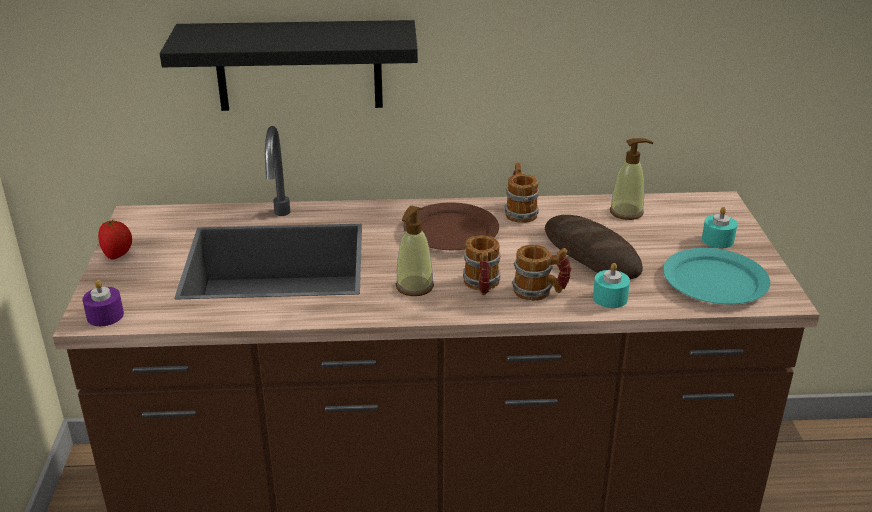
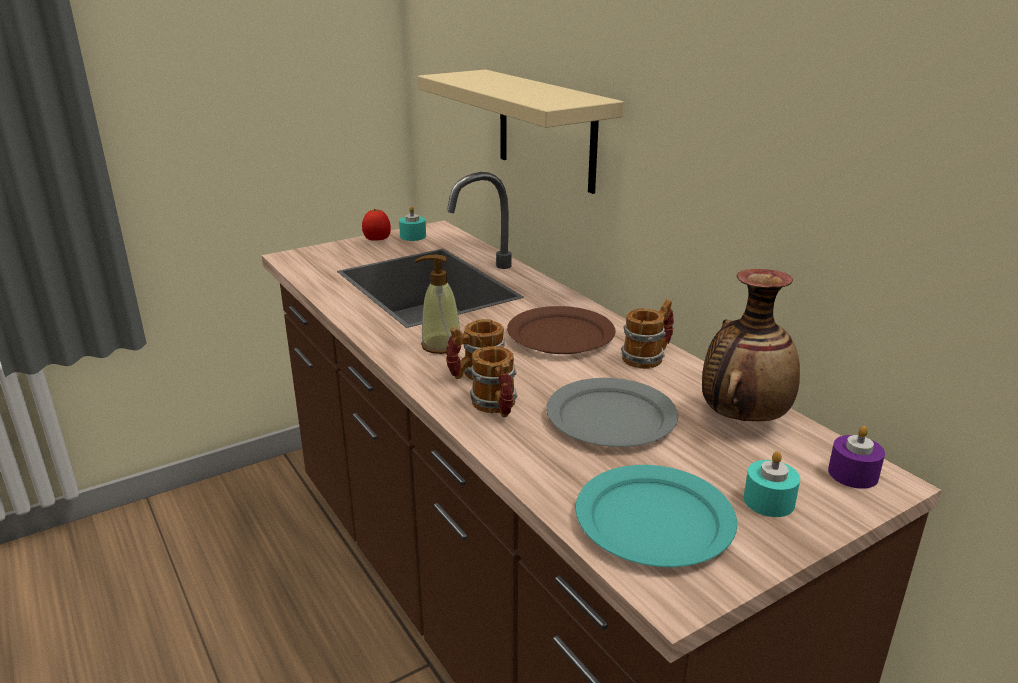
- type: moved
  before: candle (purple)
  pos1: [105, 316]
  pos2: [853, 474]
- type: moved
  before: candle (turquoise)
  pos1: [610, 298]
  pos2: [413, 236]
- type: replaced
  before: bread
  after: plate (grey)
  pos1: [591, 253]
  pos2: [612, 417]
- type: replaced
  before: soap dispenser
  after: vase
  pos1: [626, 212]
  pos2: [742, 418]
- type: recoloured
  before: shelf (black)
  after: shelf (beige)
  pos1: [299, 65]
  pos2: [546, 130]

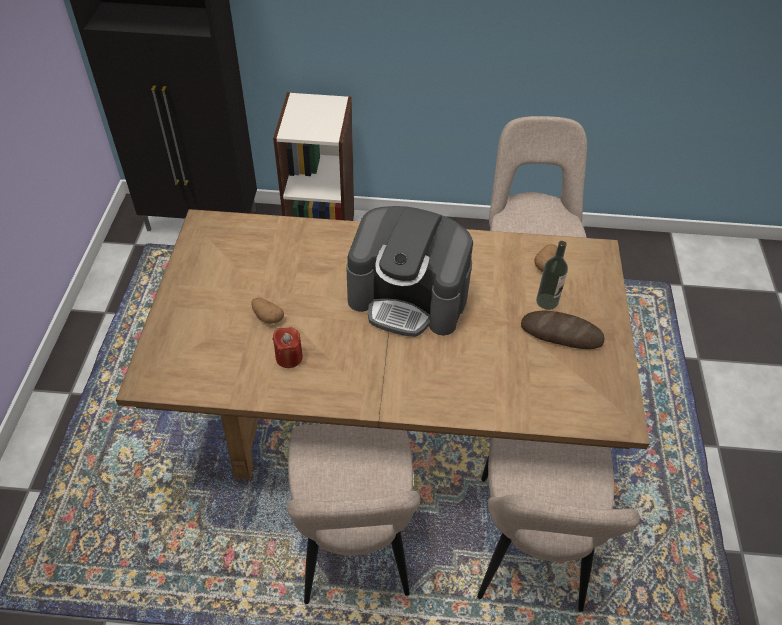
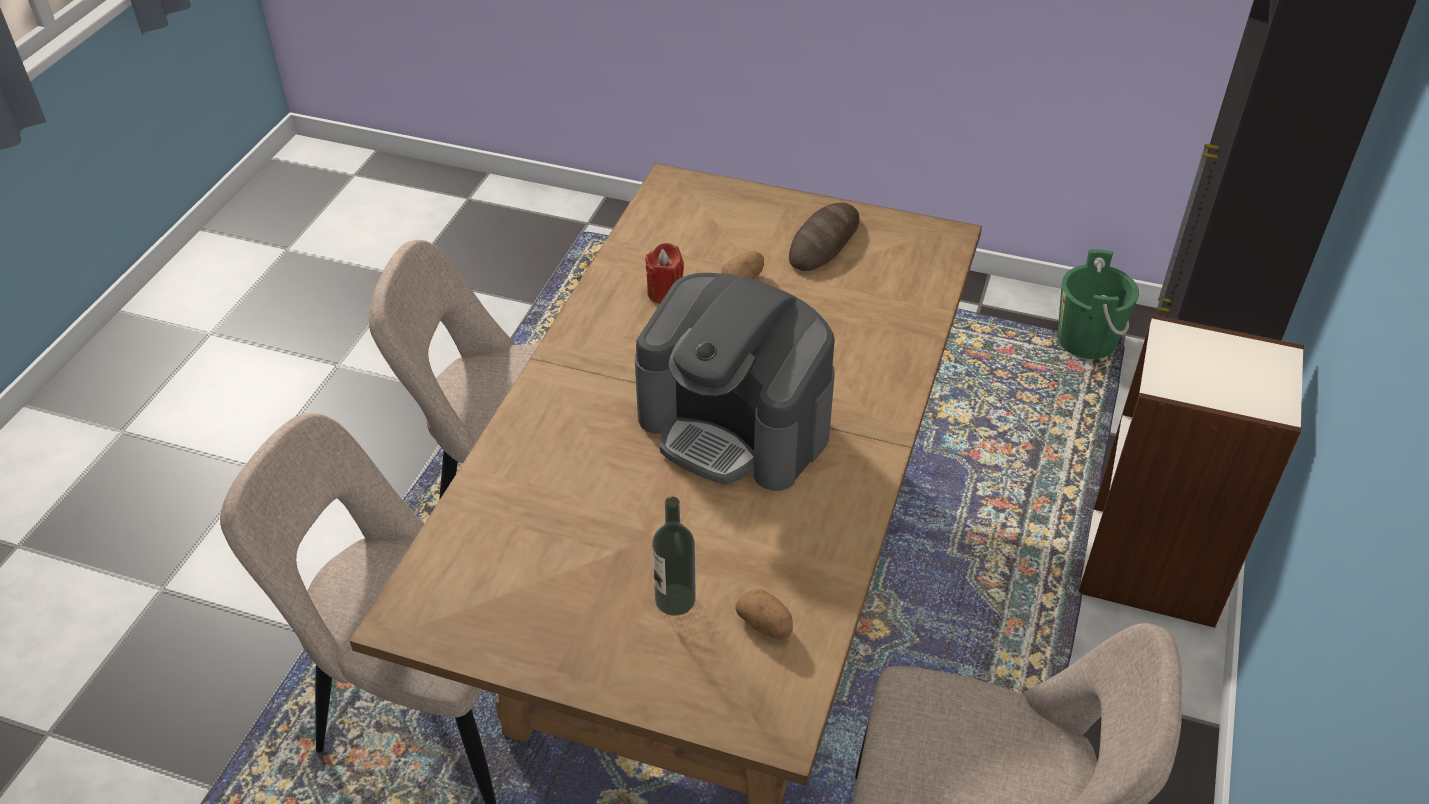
- type: added
  after: bucket (green)
  pos2: [1086, 340]
- type: moved
  before: bread
  pos1: [561, 334]
  pos2: [824, 242]
- type: turned
  before: coffee machine
  pos1: [409, 298]
  pos2: [736, 425]
  turn: -90

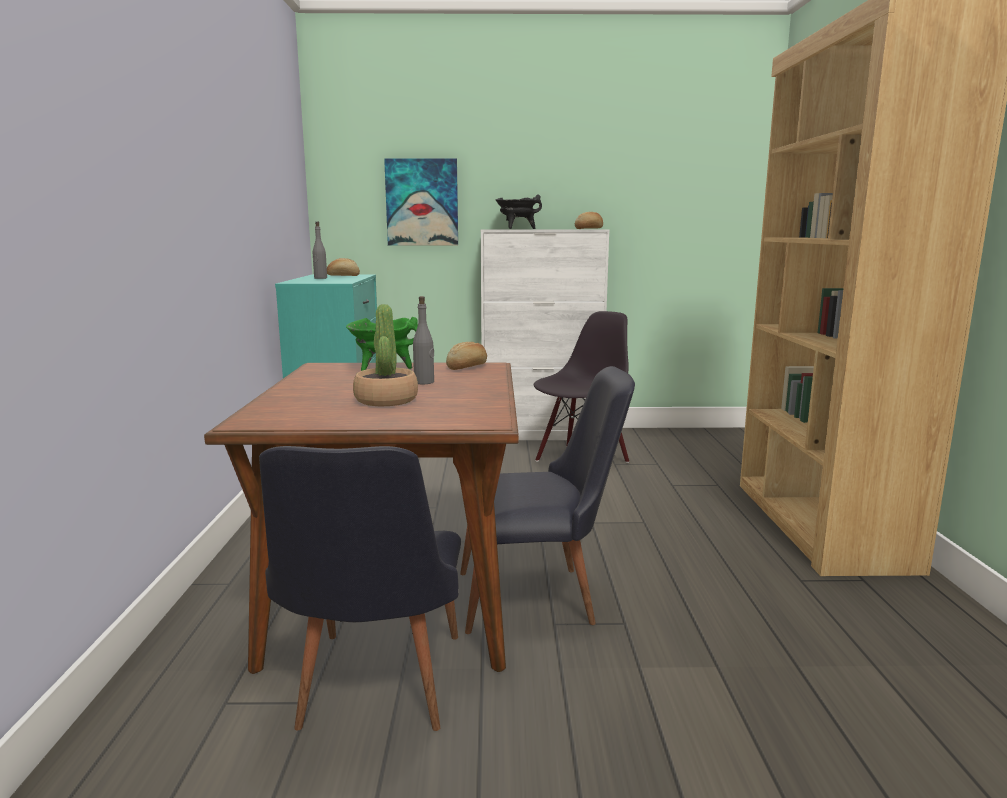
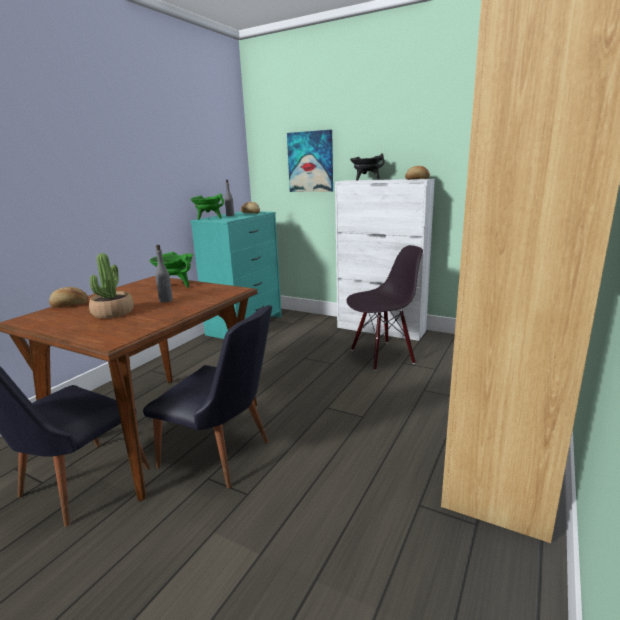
- type: added
  after: cooking pot (green)
  pos2: [208, 218]
- type: moved
  before: bread
  pos1: [468, 367]
  pos2: [70, 305]

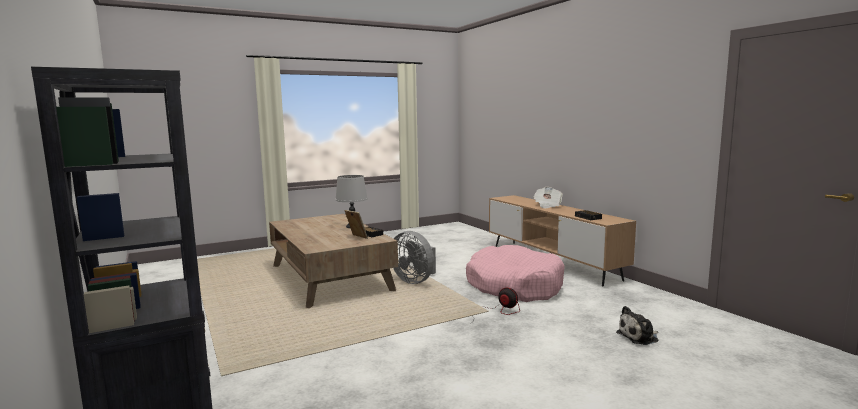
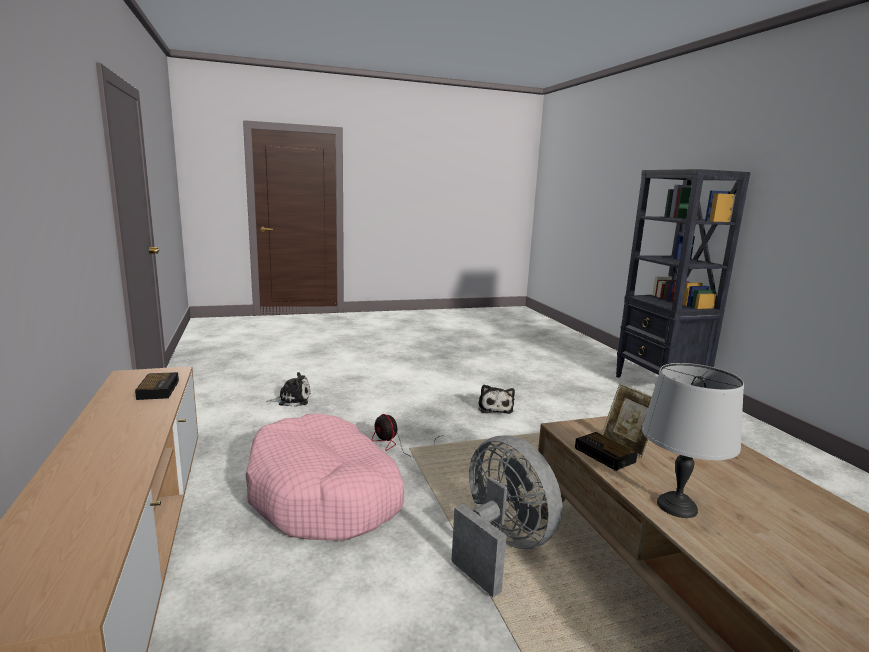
- type: removed
  before: newspaper
  pos1: [547, 205]
- type: added
  after: plush toy
  pos2: [495, 408]

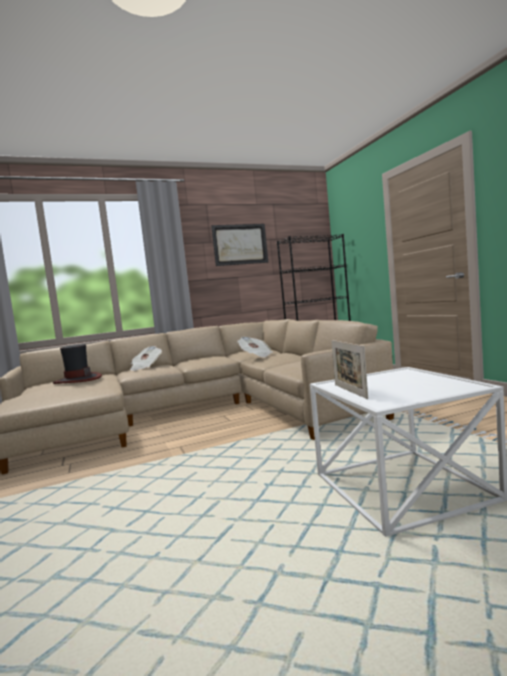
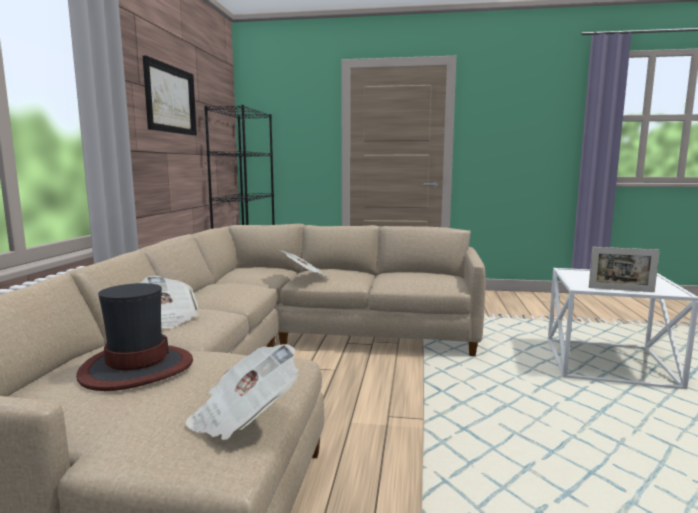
- type: added
  after: newspaper
  pos2: [244, 416]

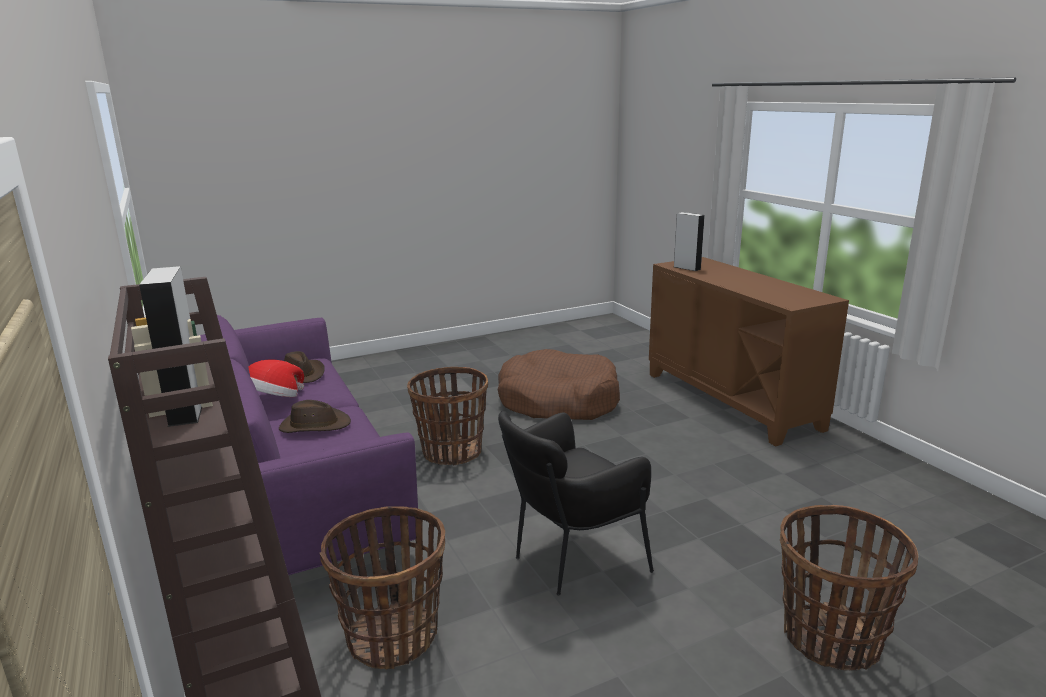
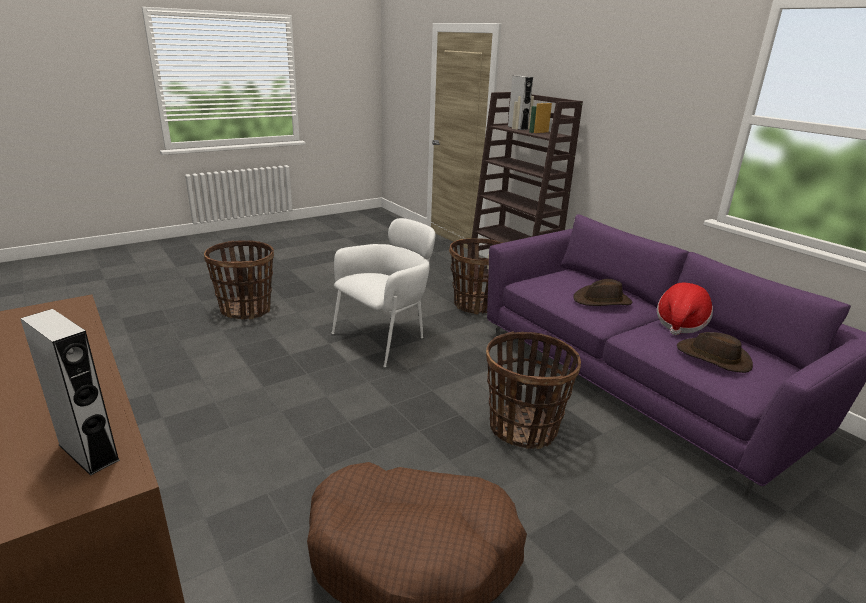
- type: recoloured
  before: armchair (black)
  after: armchair (white)
  pos1: [570, 560]
  pos2: [386, 338]

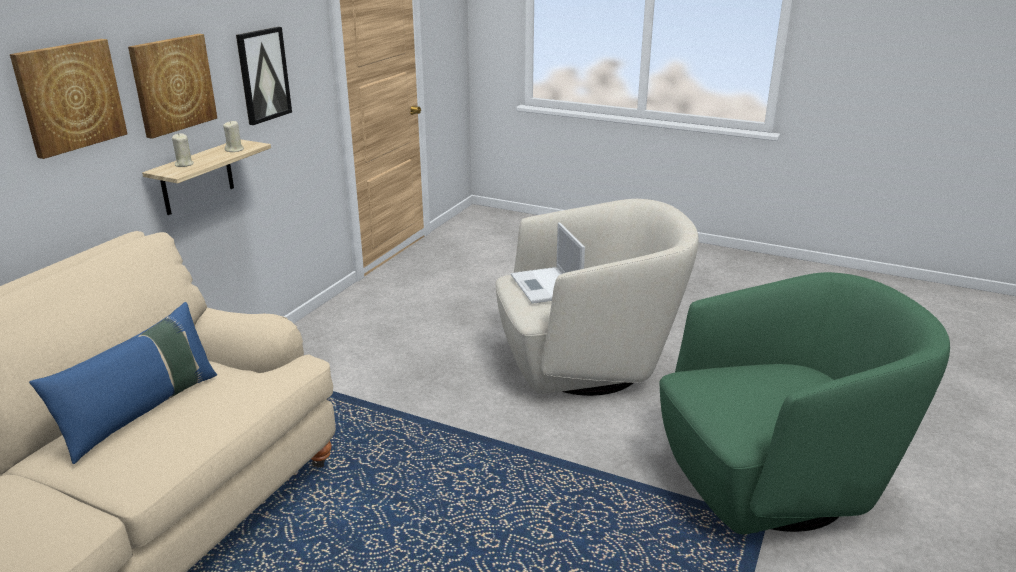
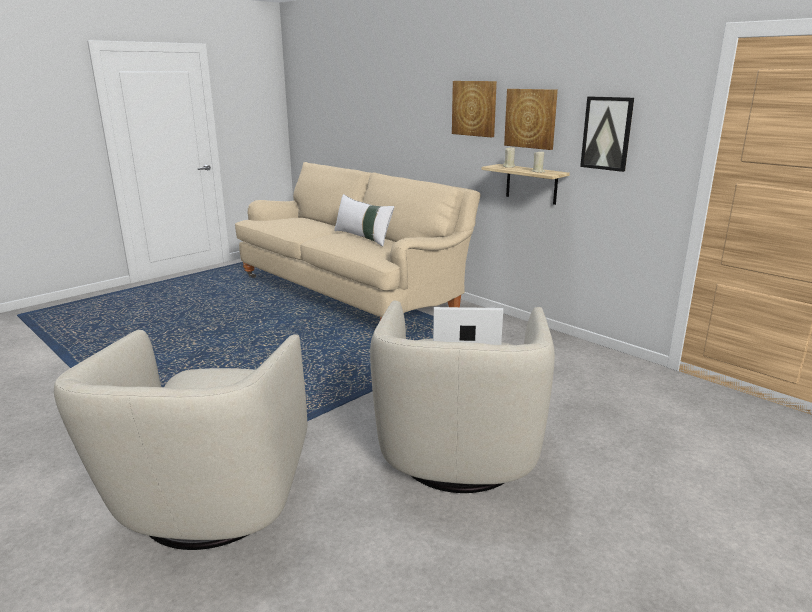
- type: recoloured
  before: pillow (blue)
  after: pillow (white)
  pos1: [142, 411]
  pos2: [363, 237]
- type: recoloured
  before: armchair (green)
  after: armchair (beige)
  pos1: [775, 481]
  pos2: [211, 504]

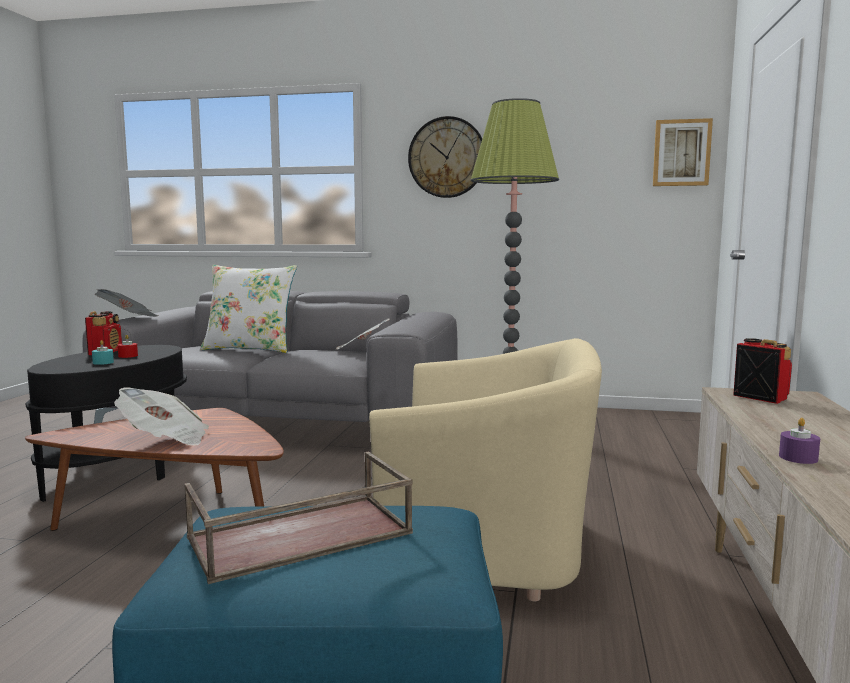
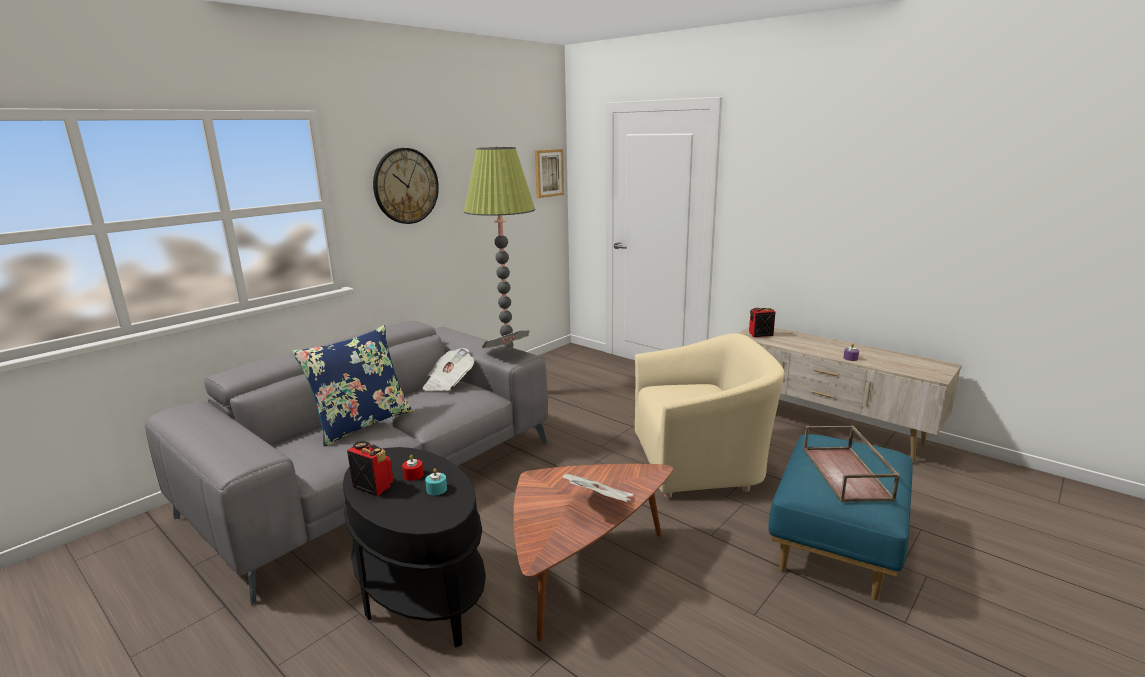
- type: moved
  before: newspaper
  pos1: [128, 319]
  pos2: [506, 352]
- type: recoloured
  before: pillow (white)
  after: pillow (blue)
  pos1: [250, 349]
  pos2: [361, 423]
- type: turned
  before: armchair (beige)
  pos1: [487, 544]
  pos2: [699, 461]
  turn: 45

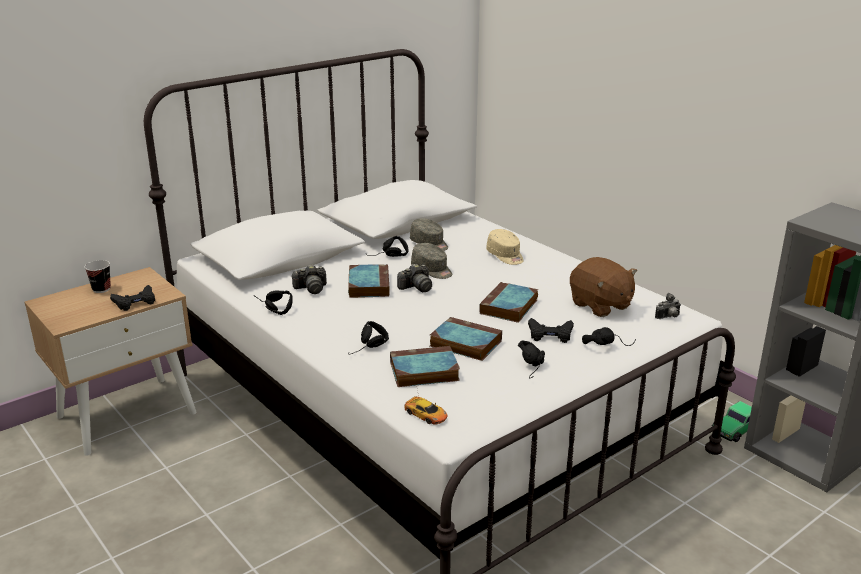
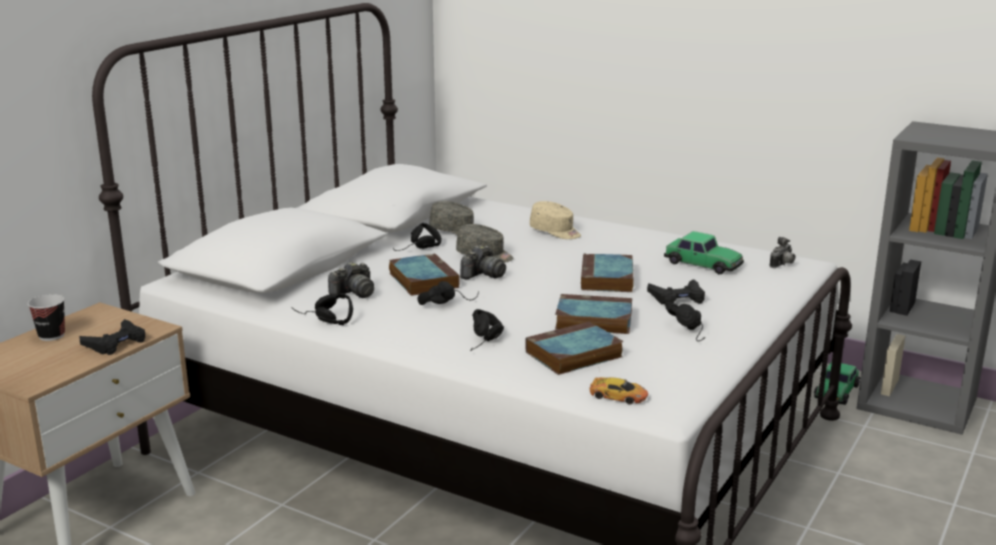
- type: moved
  before: headphones (black)
  pos1: [606, 344]
  pos2: [446, 302]
- type: replaced
  before: plush toy (brown)
  after: toy car
  pos1: [600, 305]
  pos2: [703, 264]

